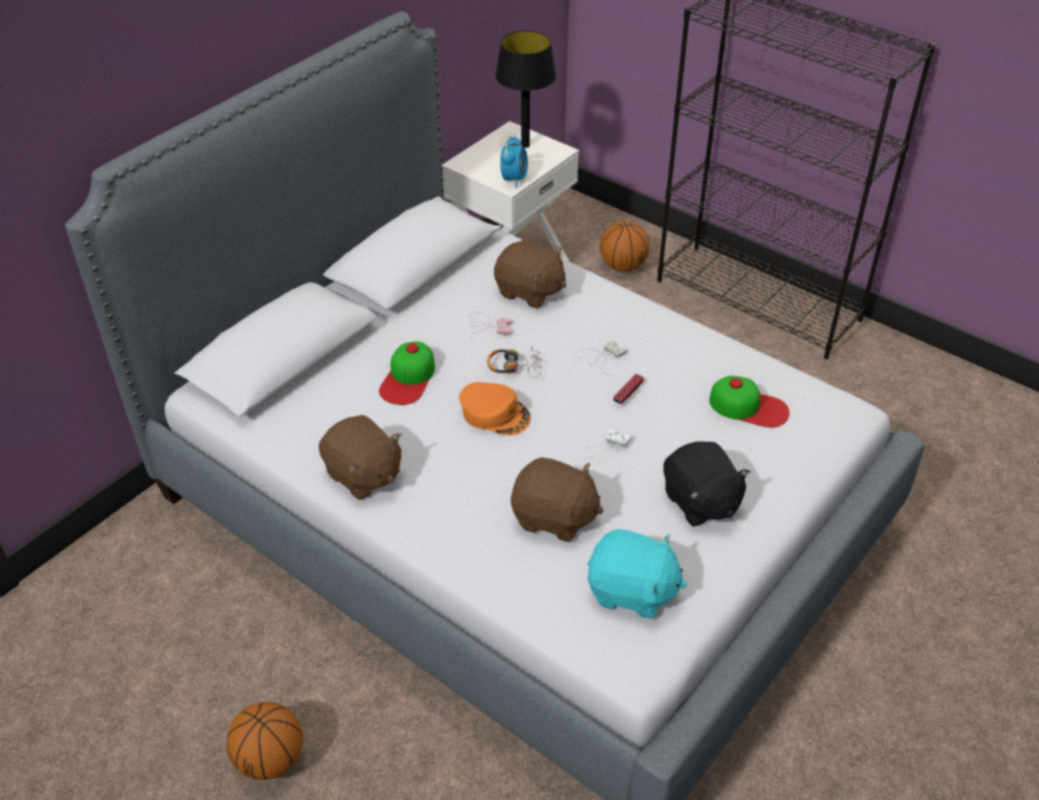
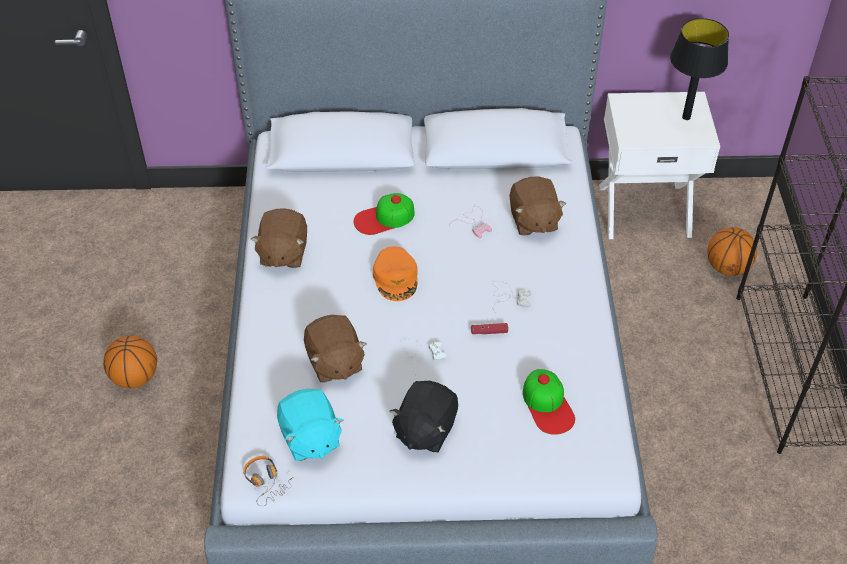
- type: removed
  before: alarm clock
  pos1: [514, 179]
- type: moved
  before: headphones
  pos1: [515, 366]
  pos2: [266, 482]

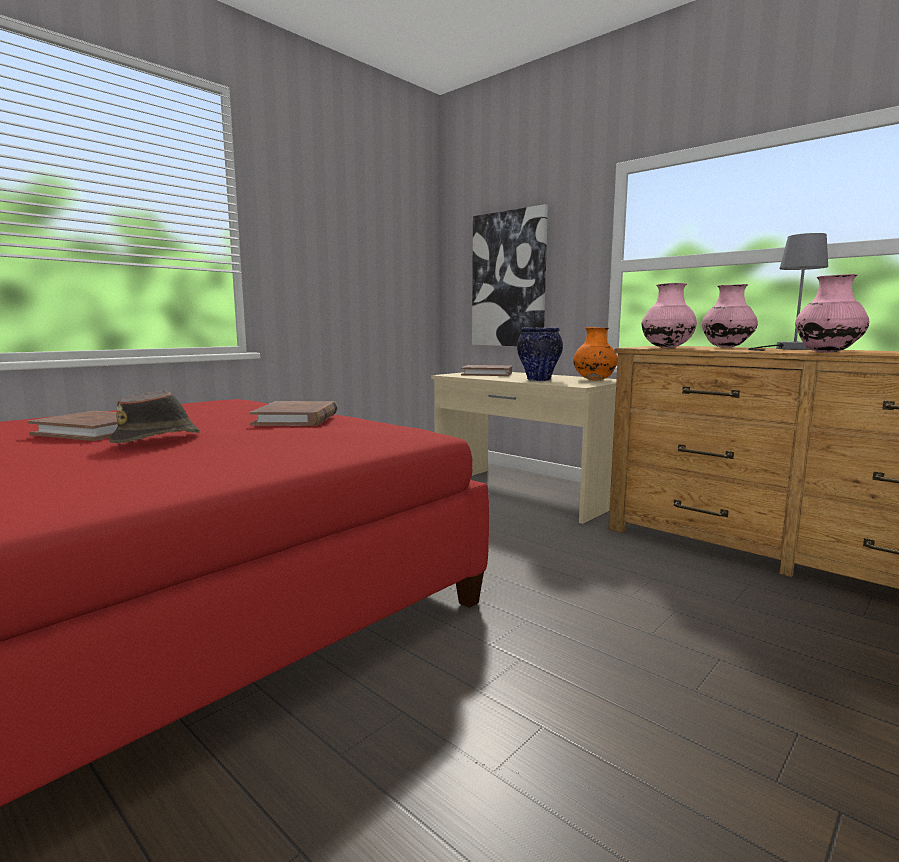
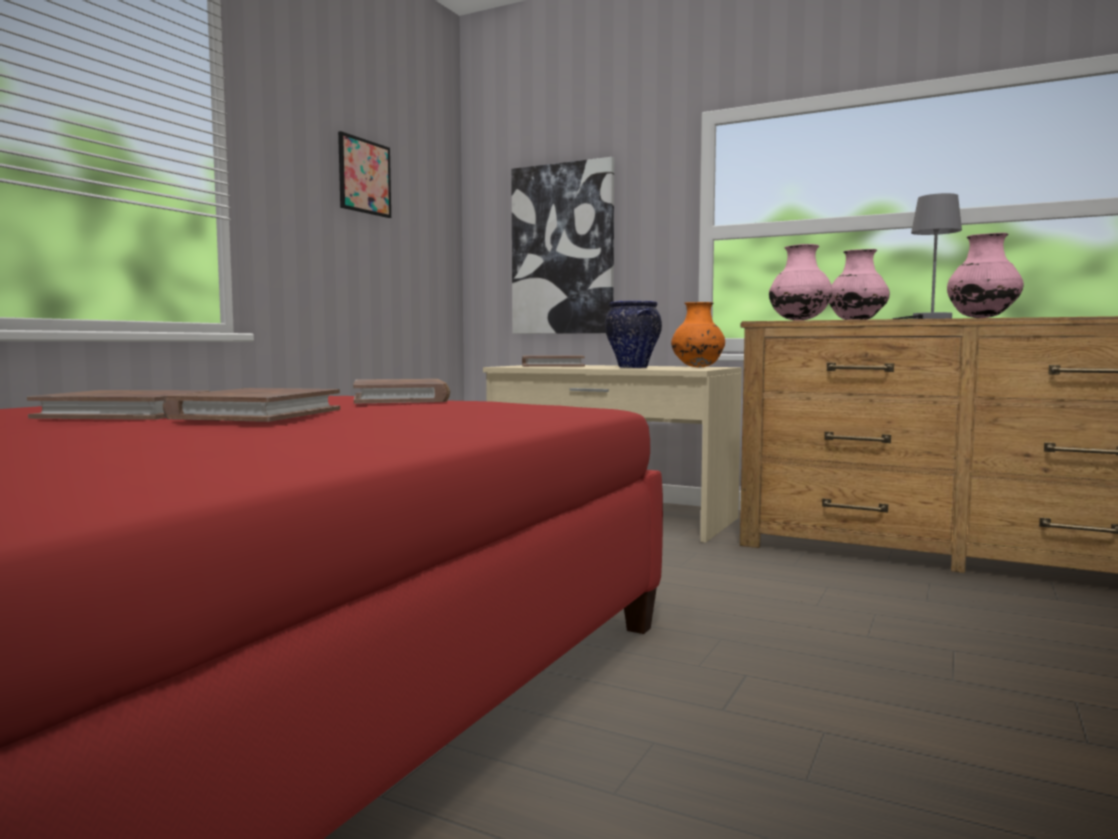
- type: added
  after: picture
  pos2: [364, 176]
- type: replaced
  before: hat (brown)
  after: book (brown)
  pos1: [158, 438]
  pos2: [257, 414]

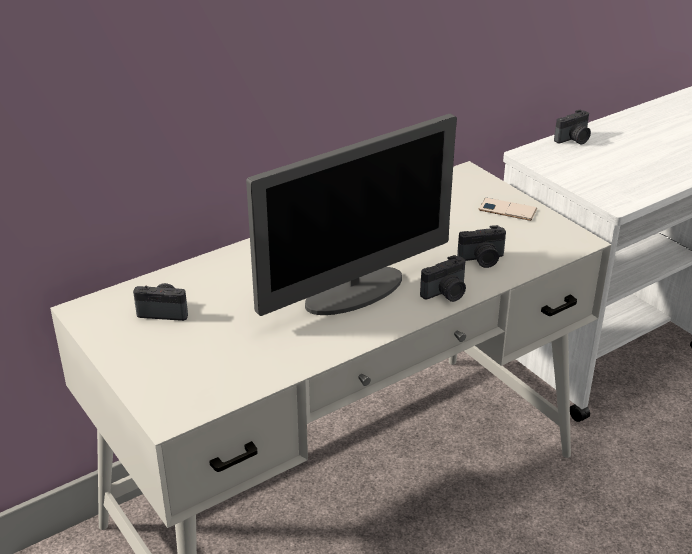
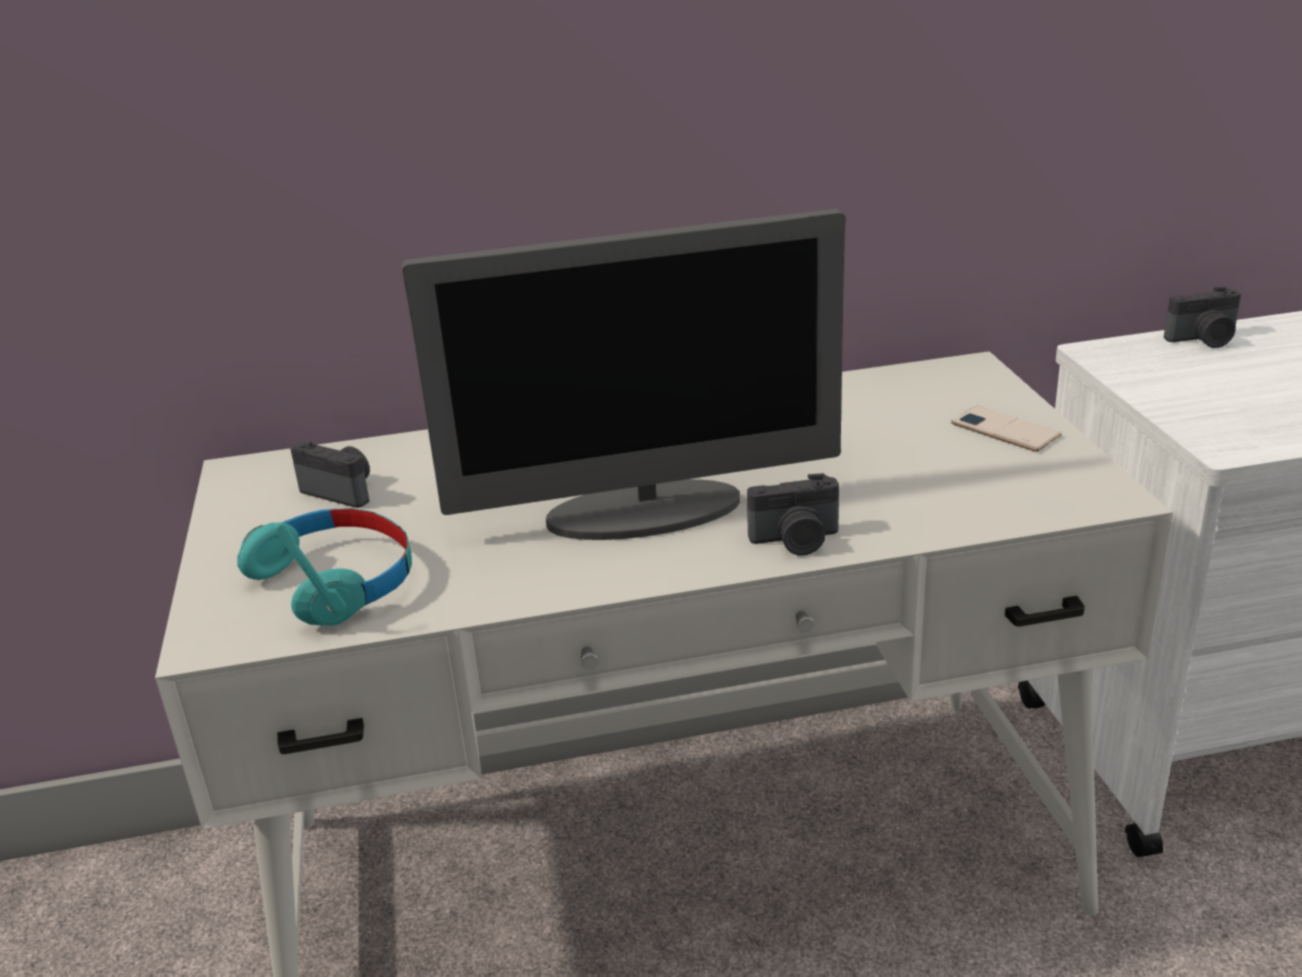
- type: removed
  before: photo camera
  pos1: [482, 260]
- type: added
  after: headphones (turquoise)
  pos2: [336, 581]

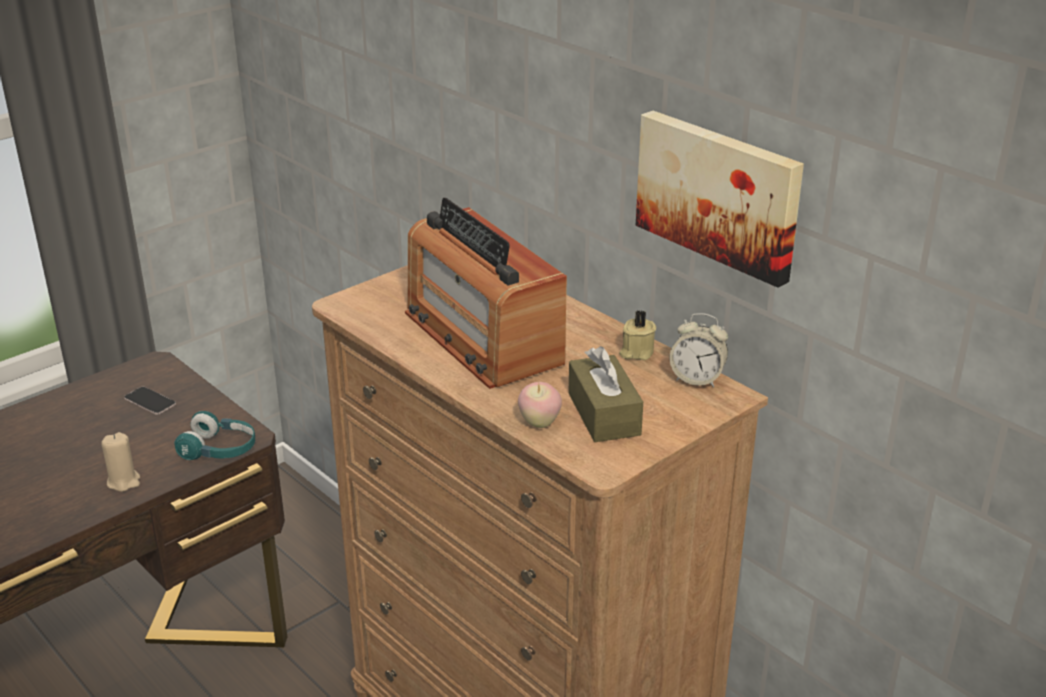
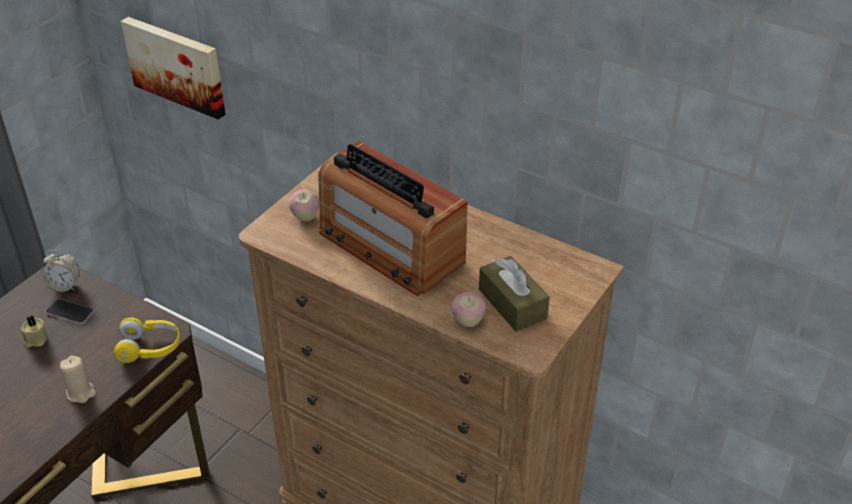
- type: added
  after: apple
  pos2: [305, 217]
- type: moved
  before: candle (beige)
  pos1: [636, 352]
  pos2: [36, 340]
- type: moved
  before: picture
  pos1: [719, 194]
  pos2: [177, 65]
- type: moved
  before: alarm clock
  pos1: [697, 379]
  pos2: [64, 286]
- type: recoloured
  before: headphones (turquoise)
  after: headphones (yellow)
  pos1: [219, 450]
  pos2: [150, 348]

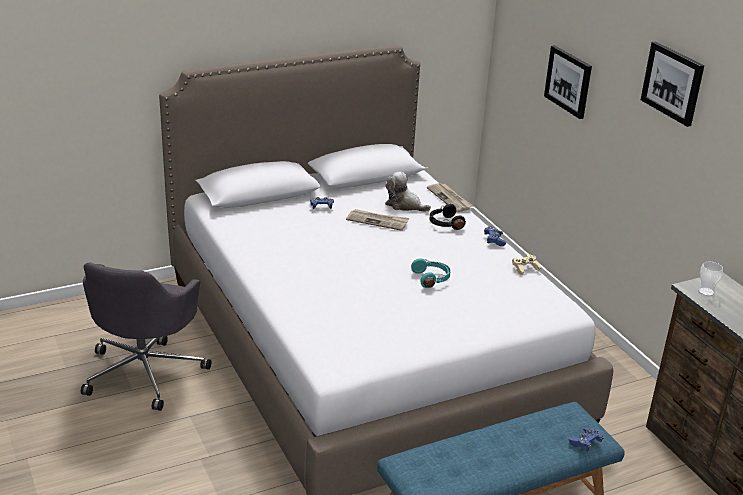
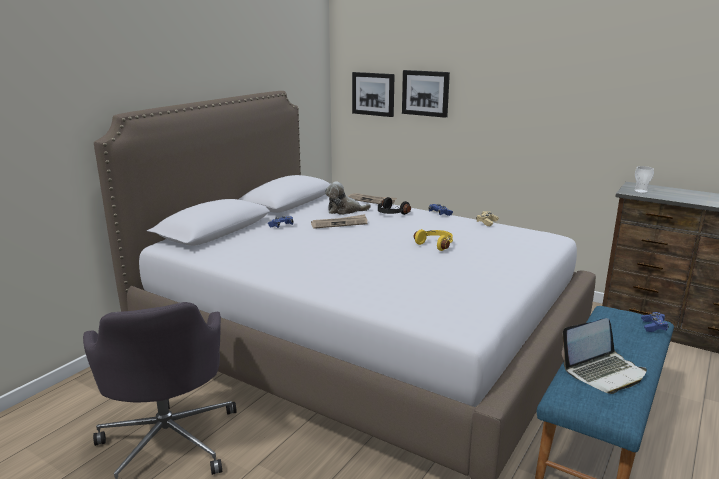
- type: added
  after: laptop
  pos2: [603, 372]
- type: moved
  before: picture
  pos1: [673, 83]
  pos2: [373, 94]
- type: recoloured
  before: headphones (turquoise)
  after: headphones (yellow)
  pos1: [431, 278]
  pos2: [436, 244]

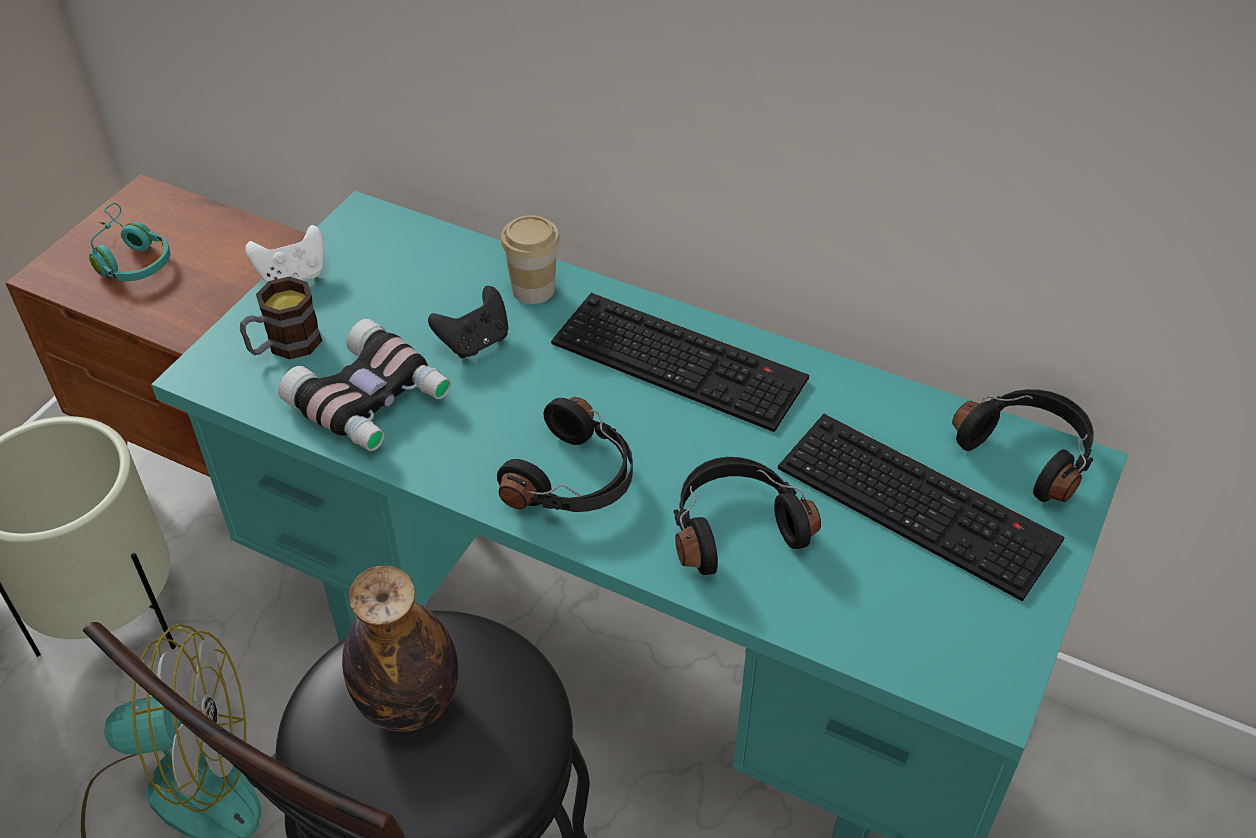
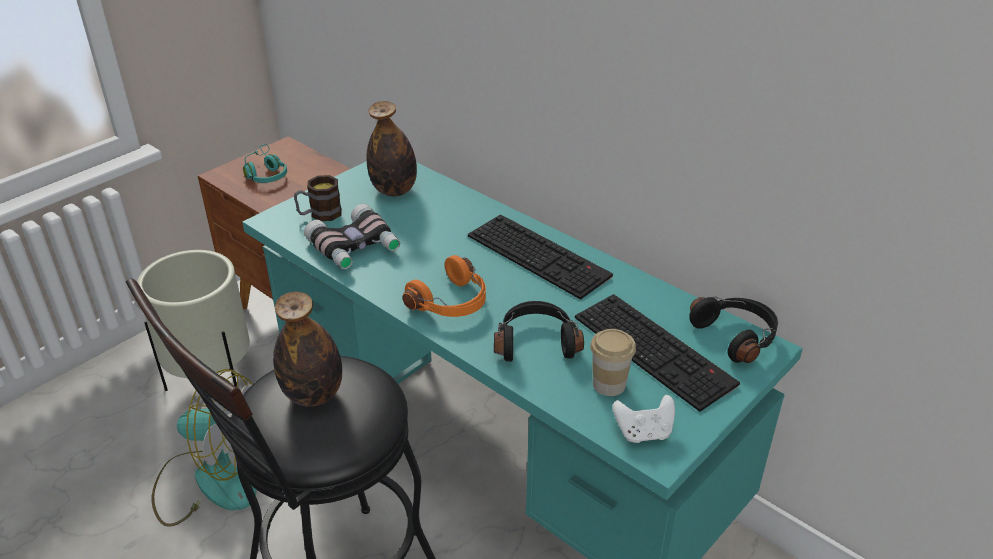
- type: removed
  before: game controller (black)
  pos1: [475, 342]
- type: added
  after: bottle
  pos2: [394, 190]
- type: moved
  before: game controller (white)
  pos1: [293, 276]
  pos2: [643, 433]
- type: moved
  before: cup
  pos1: [533, 289]
  pos2: [609, 384]
- type: recoloured
  before: headphones (black)
  after: headphones (orange)
  pos1: [574, 480]
  pos2: [452, 303]

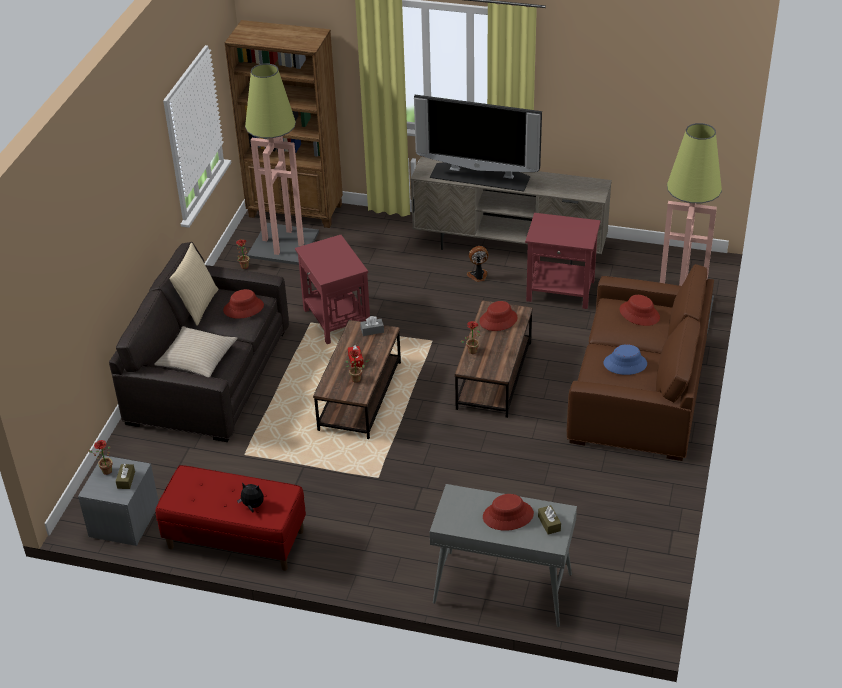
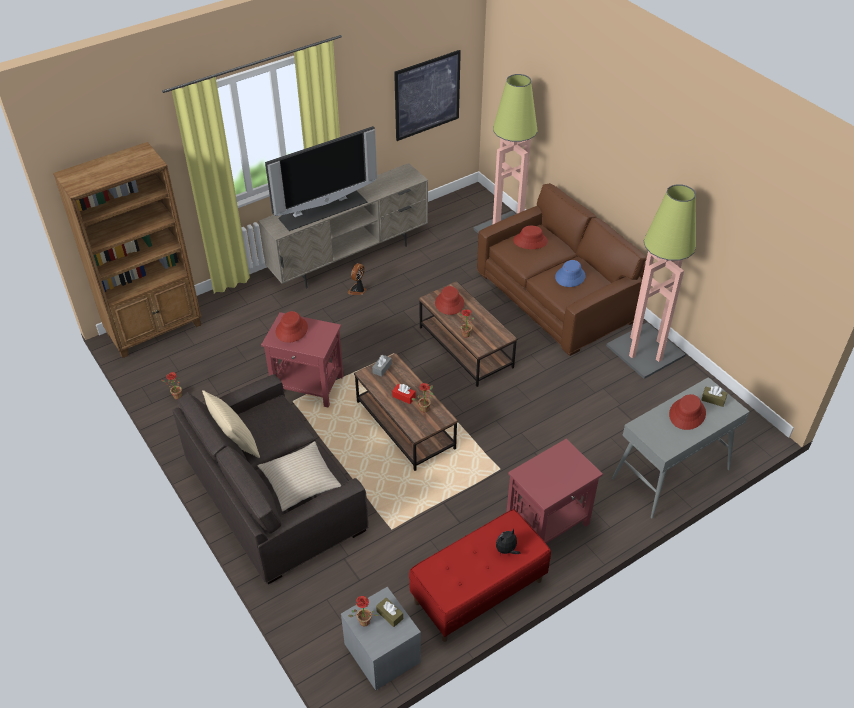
- type: added
  after: picture
  pos2: [427, 95]
- type: moved
  before: hat (red)
  pos1: [243, 308]
  pos2: [291, 330]
- type: moved
  before: floor lamp
  pos1: [284, 245]
  pos2: [646, 351]
- type: moved
  before: side table (red)
  pos1: [560, 291]
  pos2: [547, 523]

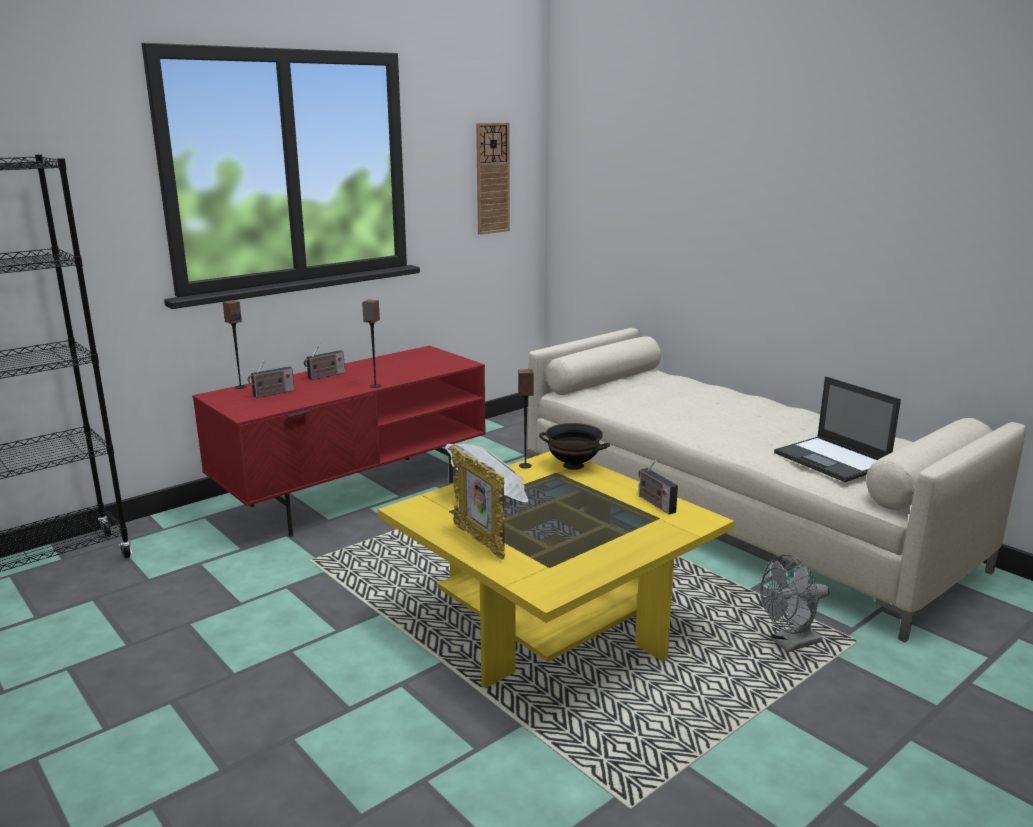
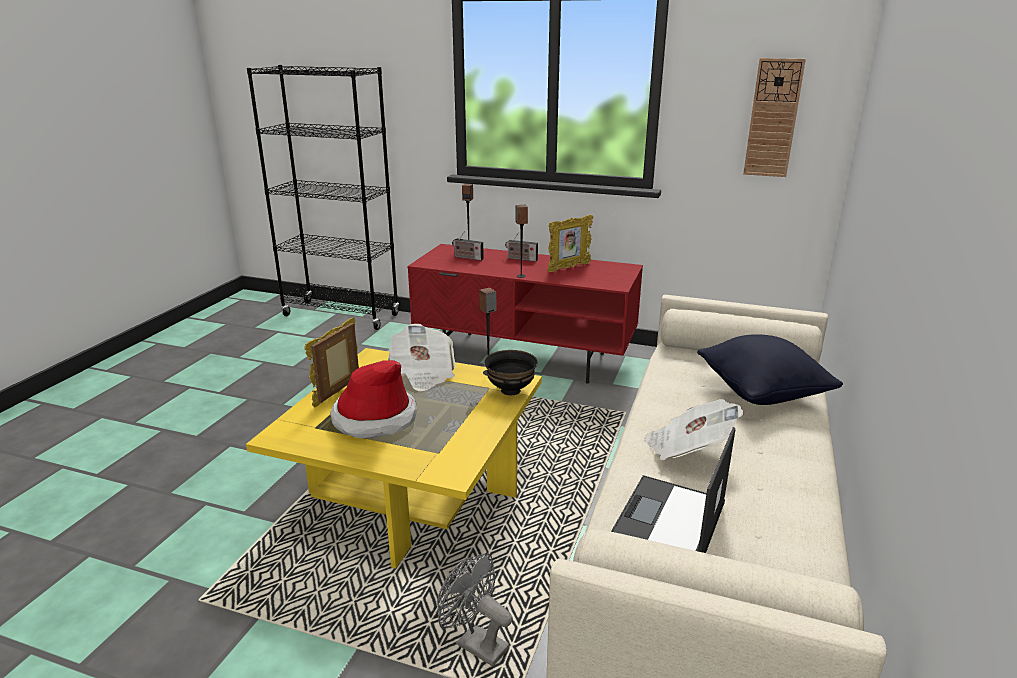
- type: removed
  before: radio
  pos1: [654, 503]
- type: added
  after: hat
  pos2: [374, 418]
- type: added
  after: picture frame
  pos2: [568, 268]
- type: added
  after: newspaper
  pos2: [688, 449]
- type: added
  after: pillow (black)
  pos2: [762, 393]

